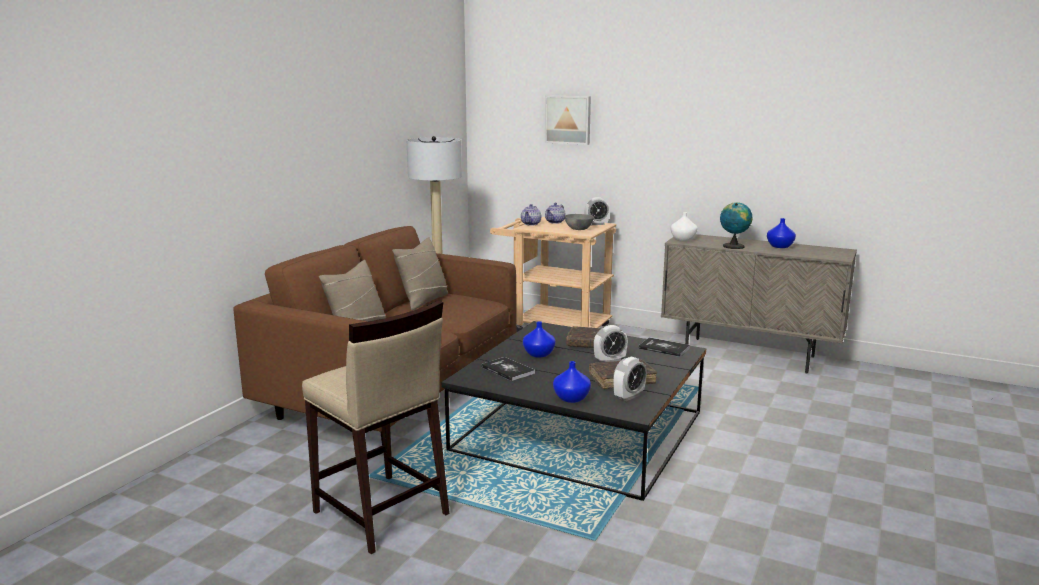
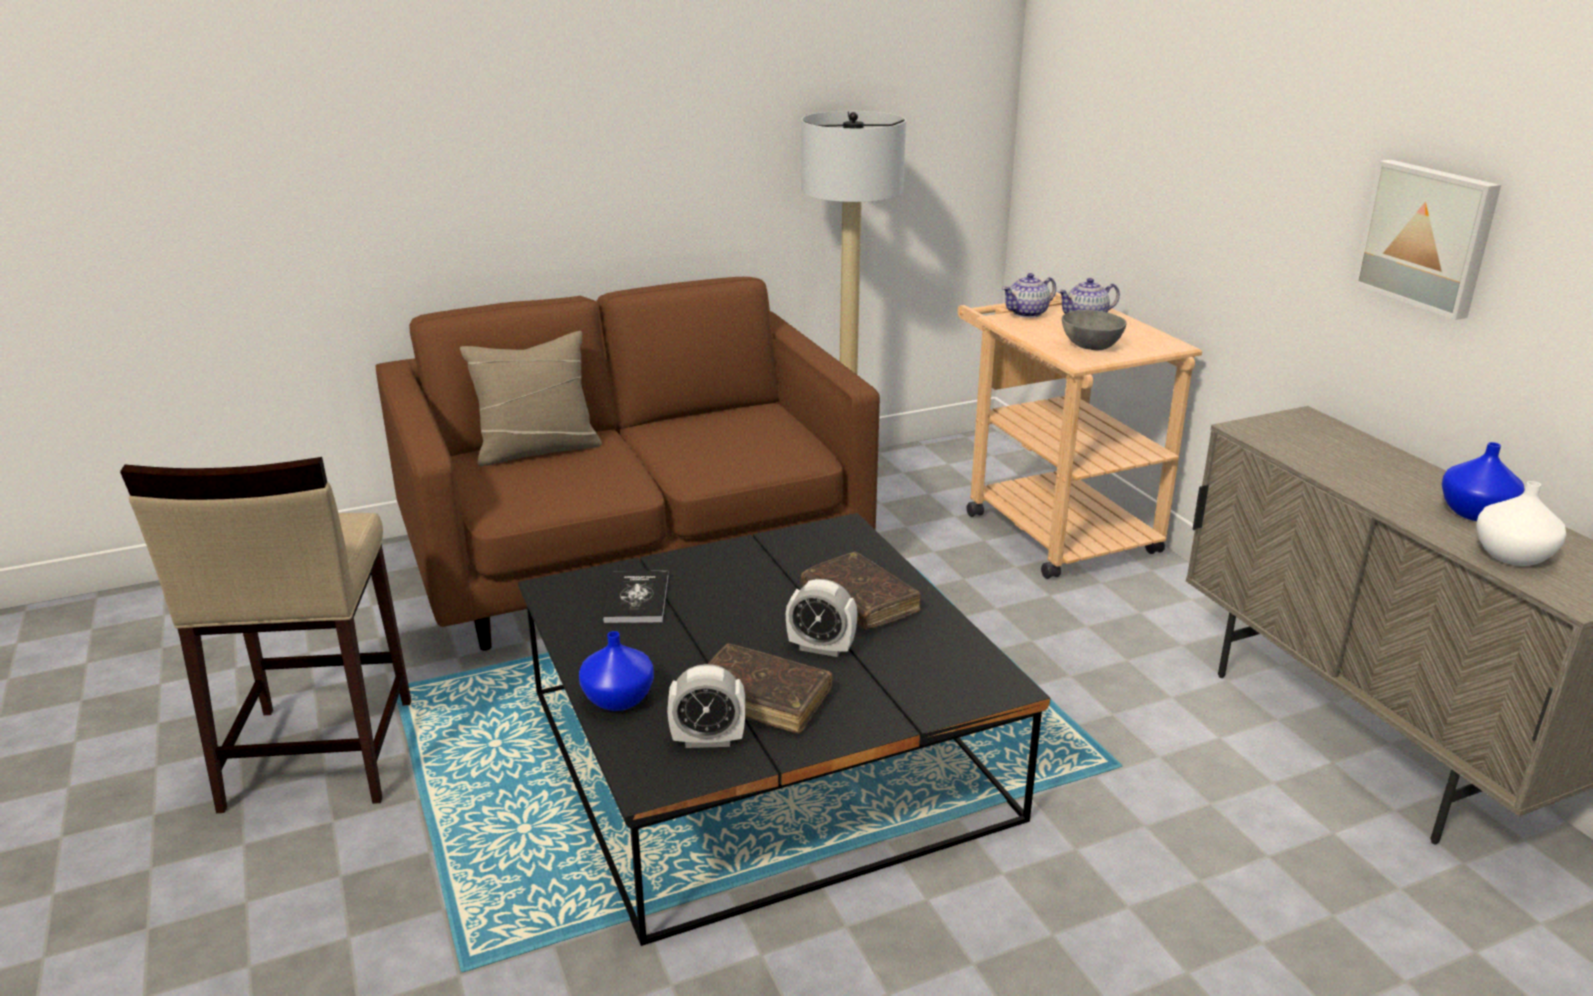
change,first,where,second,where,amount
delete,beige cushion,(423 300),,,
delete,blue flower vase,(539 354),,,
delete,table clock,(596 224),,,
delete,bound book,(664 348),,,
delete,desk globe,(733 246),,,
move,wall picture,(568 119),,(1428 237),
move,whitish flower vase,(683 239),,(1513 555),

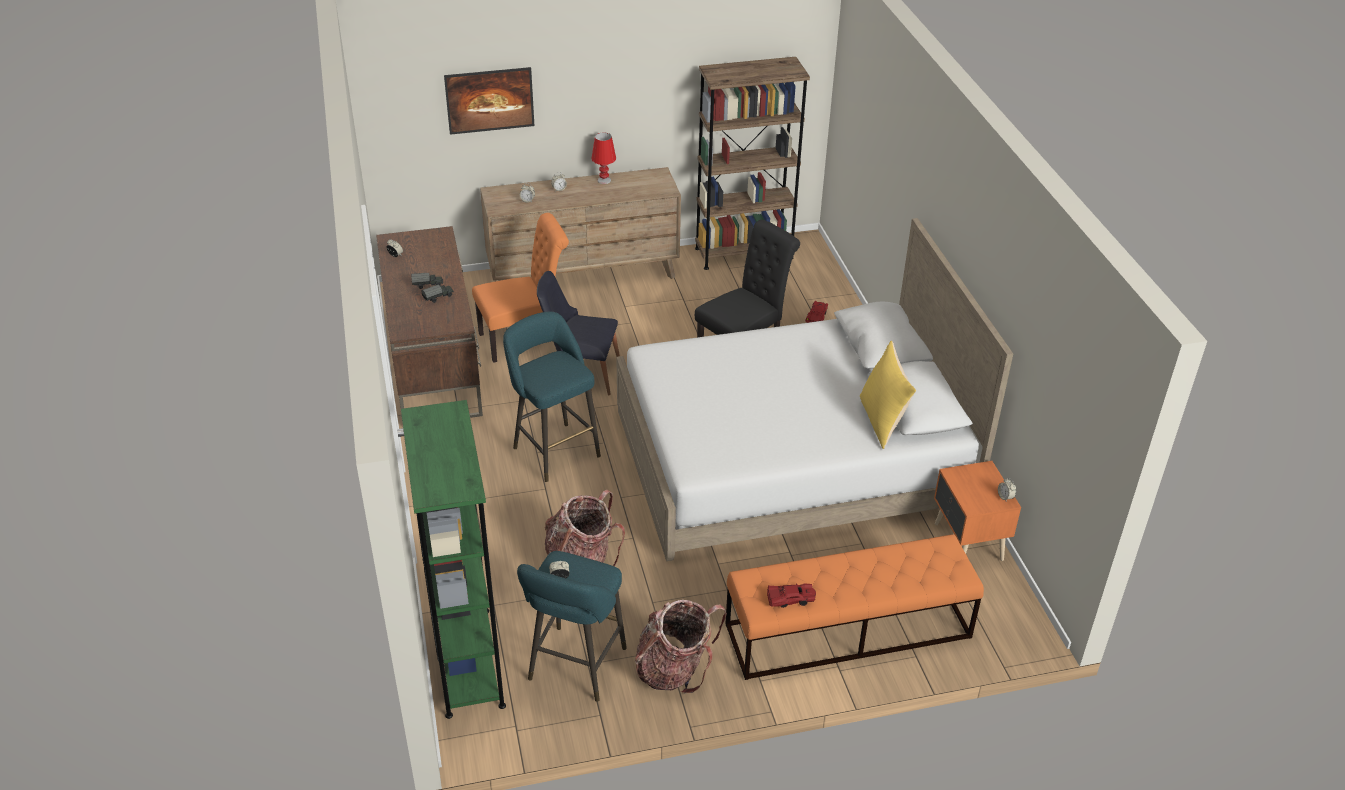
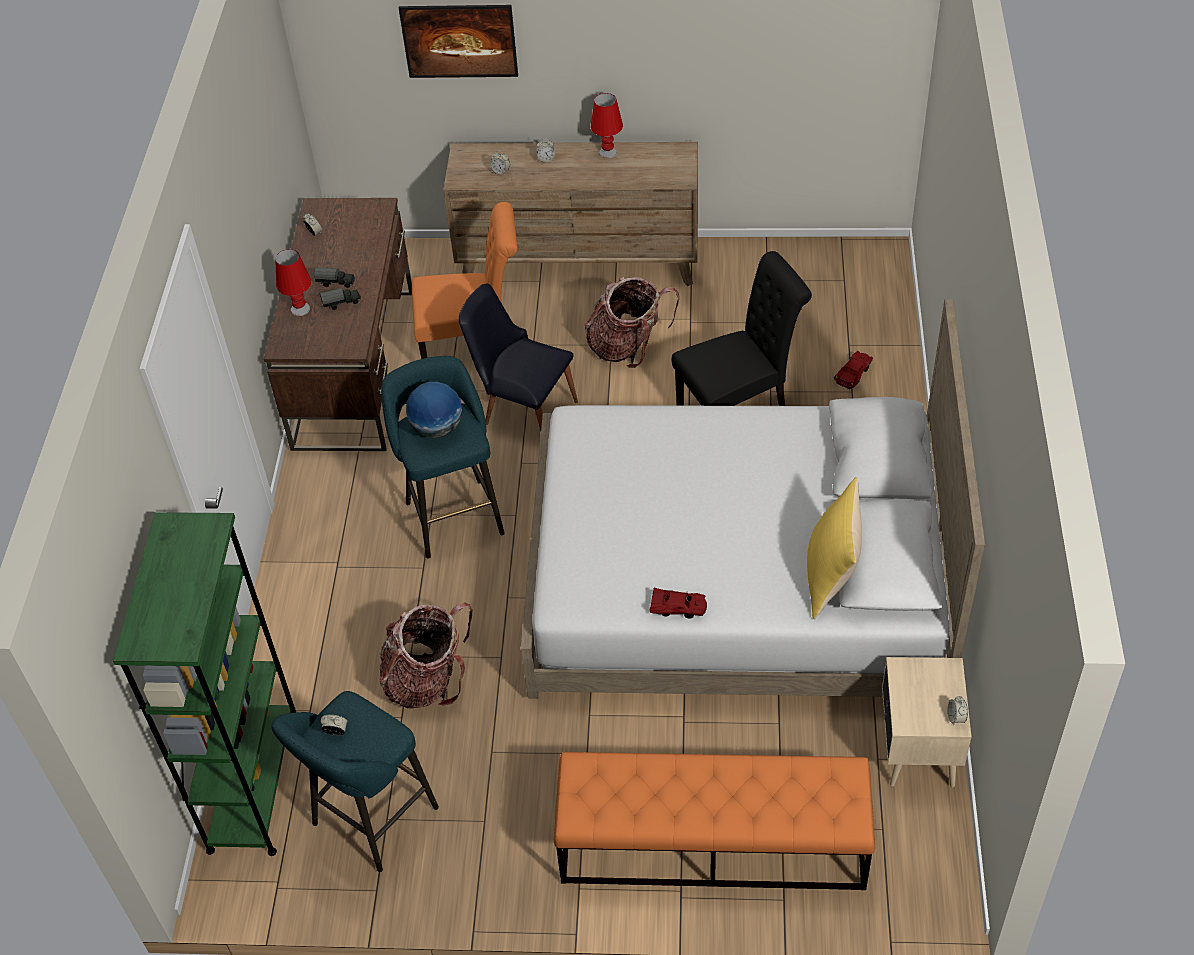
change,first,where,second,where,amount
delete,brown-coloured bookcase,(743 253),,,
insert,,,red table lamp,(300 309),
insert,,,desk globe,(437 428),
move,rucksack,(675 669),,(628 346),
move,red model car,(791 599),,(678 608),
recolor,orangey bedside table,(967 543),beige bedside table,(917 751),

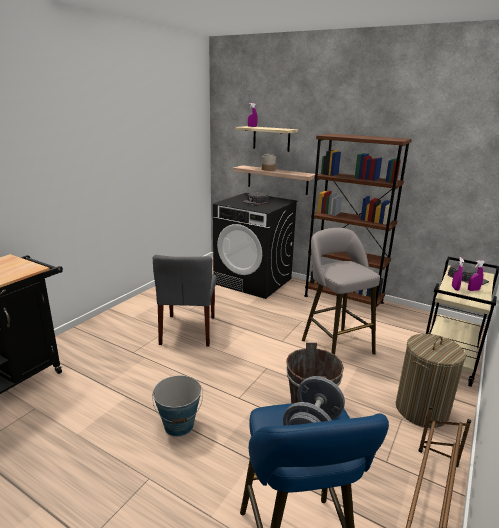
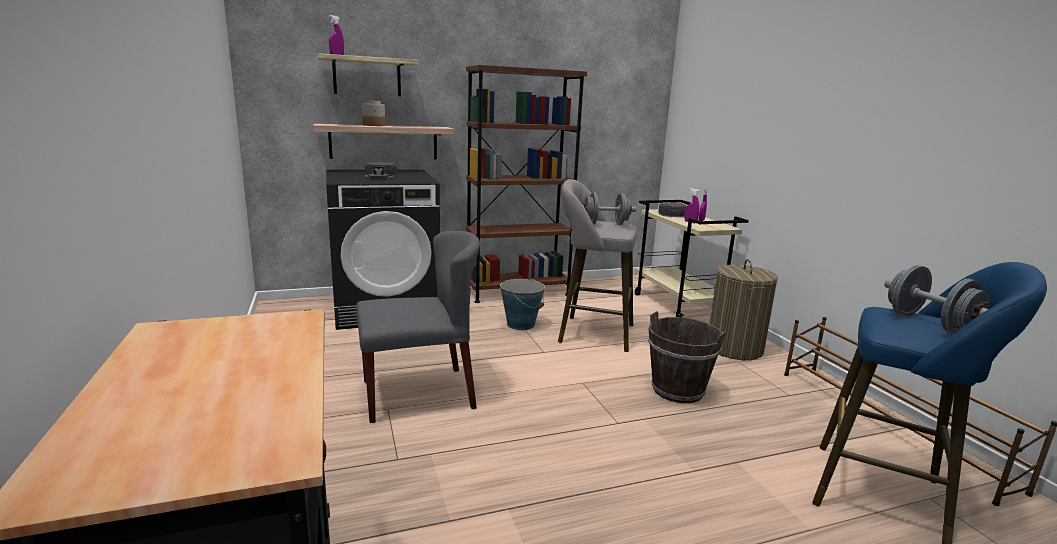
change,first,where,second,where,amount
insert,,,gray dumbbell,(605 224),
move,pail,(179 425),,(521 324),
rotate,gray upright chair,(188 330),,(419 393),60 degrees counterclockwise

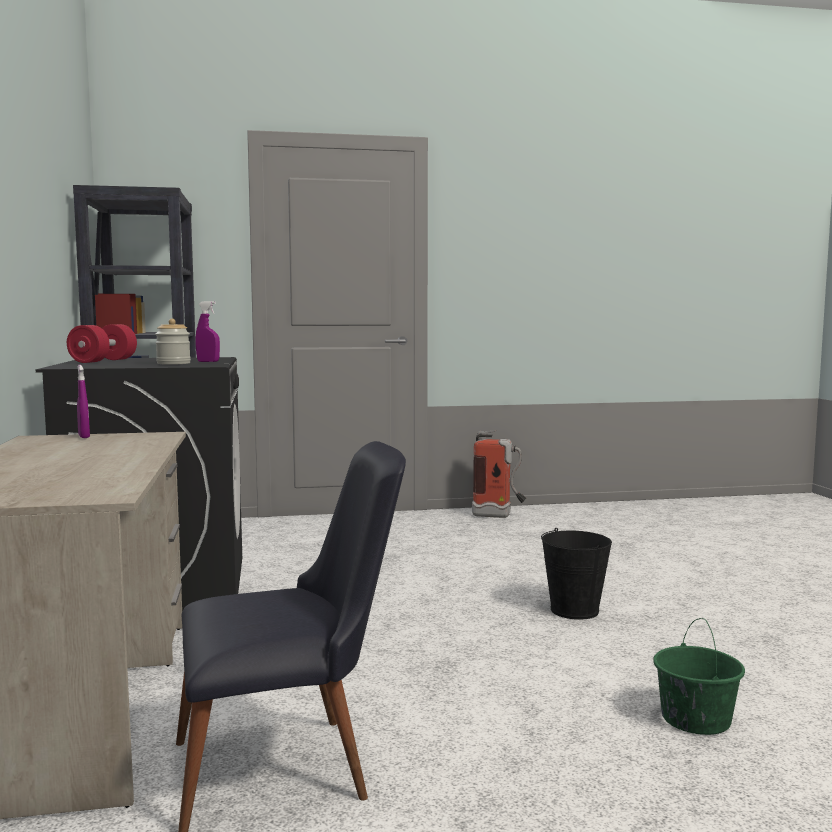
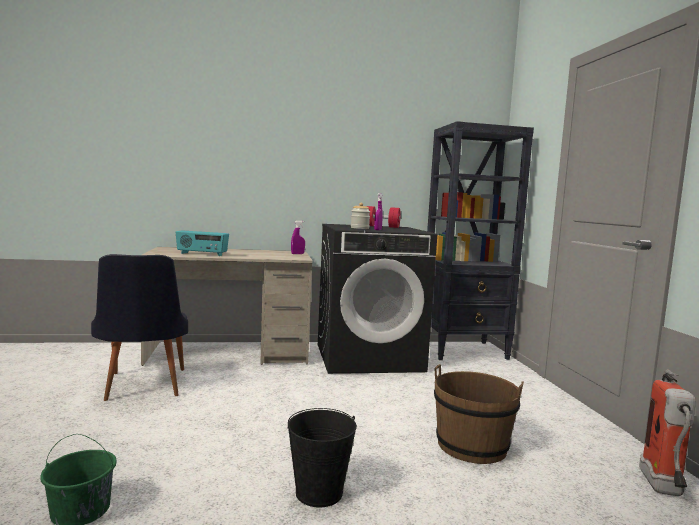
change,first,where,second,where,amount
insert,,,radio receiver,(202 254),
insert,,,brown-coloured pail,(471 446),

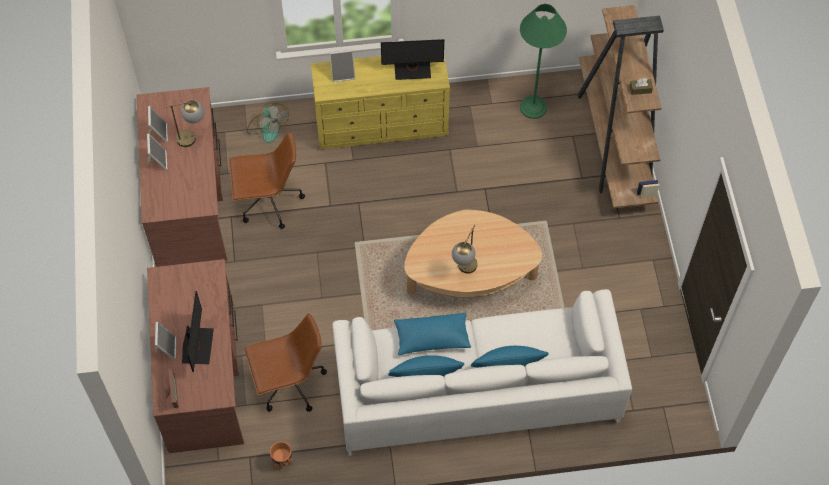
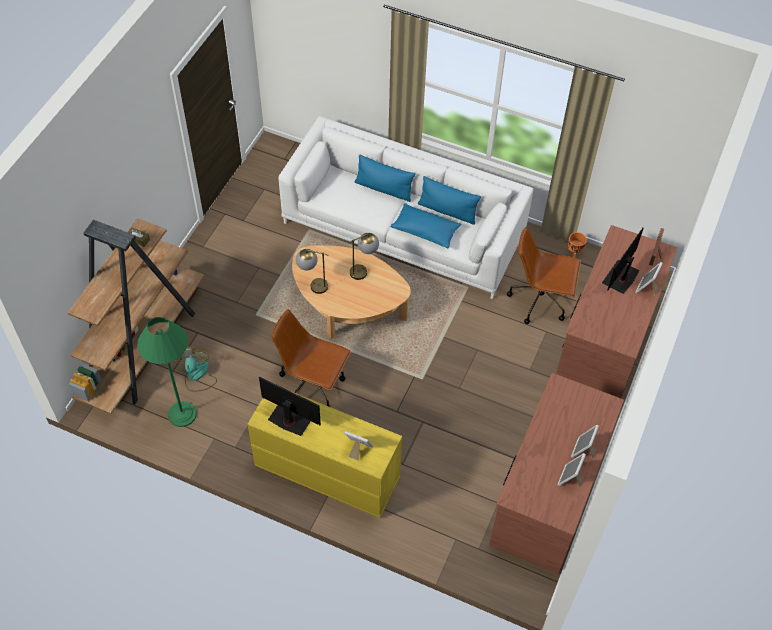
change,first,where,second,where,amount
move,table lamp,(193 137),,(312 285),
move,brown-coloured computer chair,(268 202),,(312 385),
move,electric fan,(267 127),,(197 376),

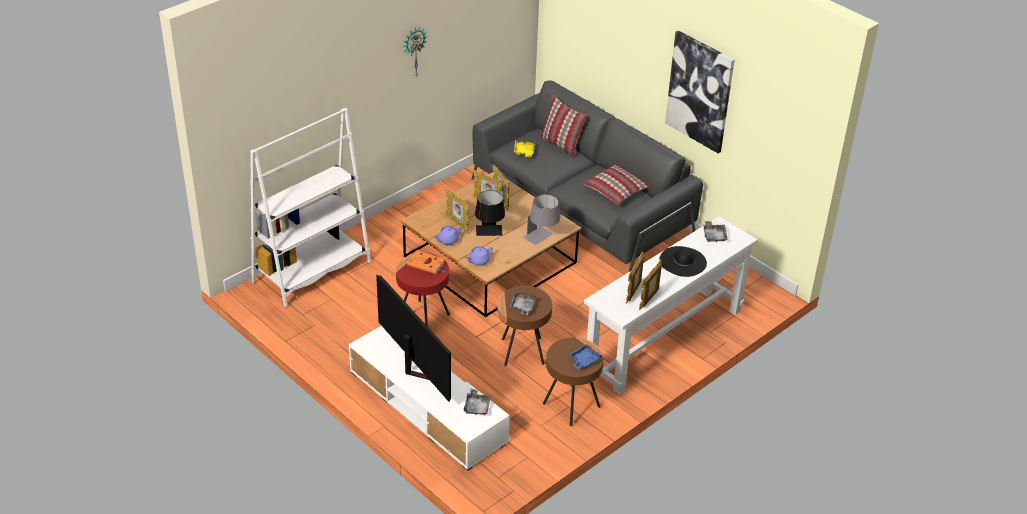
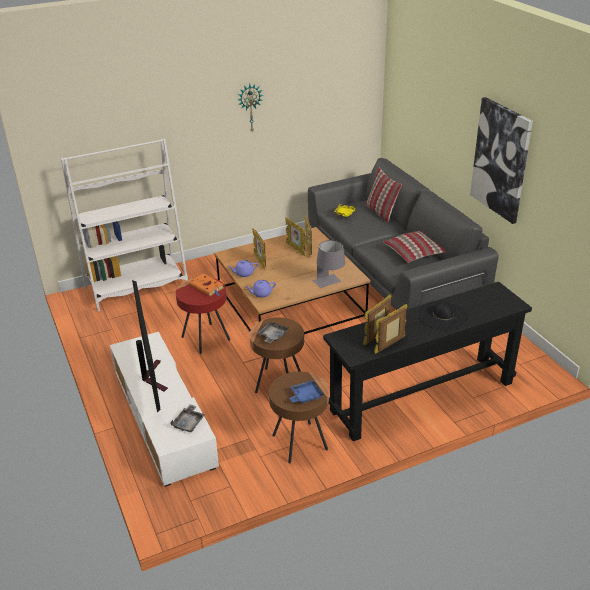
change,first,where,second,where,amount
delete,black table lamp,(489 234),,,
delete,gray tray,(714 235),,,
recolor,whitish console table,(664 339),black console table,(422 396),

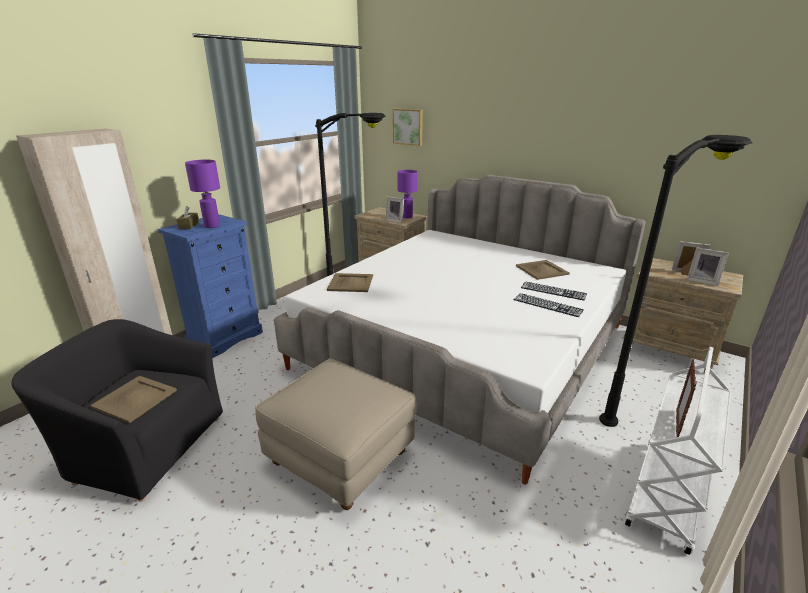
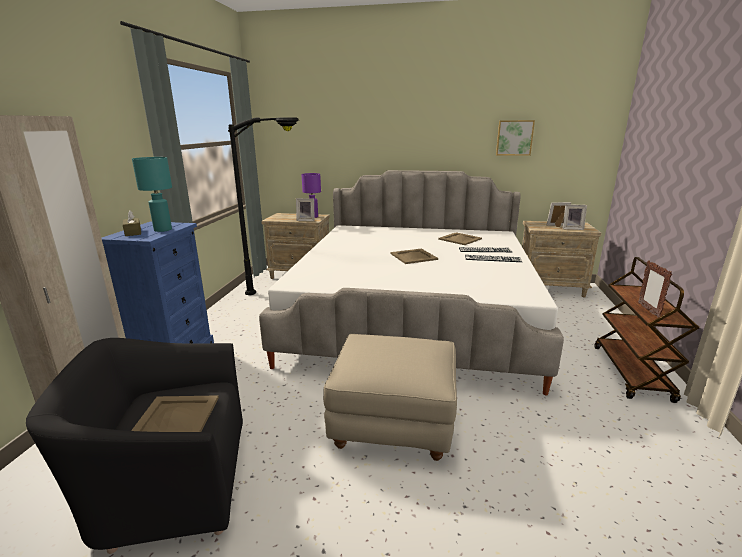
change,first,where,second,where,amount
delete,black standard lamp,(641 402),,,
move,beige tray,(350 283),,(413 256),
move,wall picture,(408 127),,(514 138),
recolor,purple-coloured table lamp,(212 226),blue-green table lamp,(163 230),
recolor,whitish wheeled cart,(666 495),brown-coloured wheeled cart,(632 373),

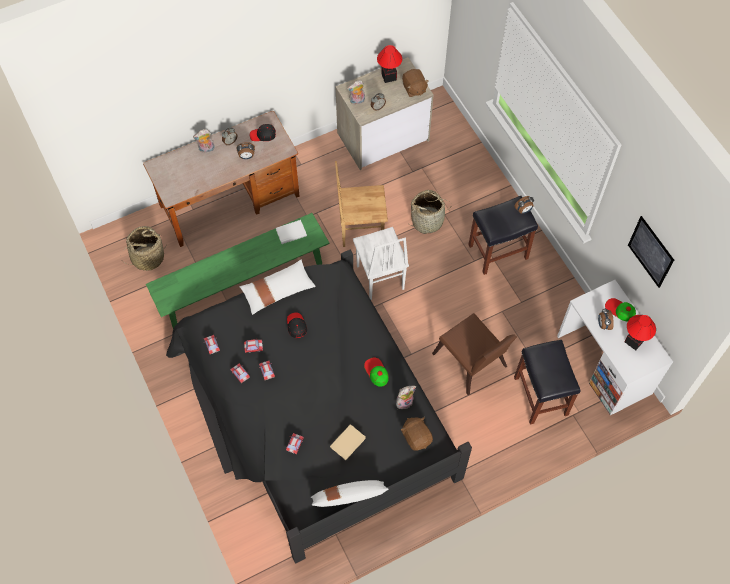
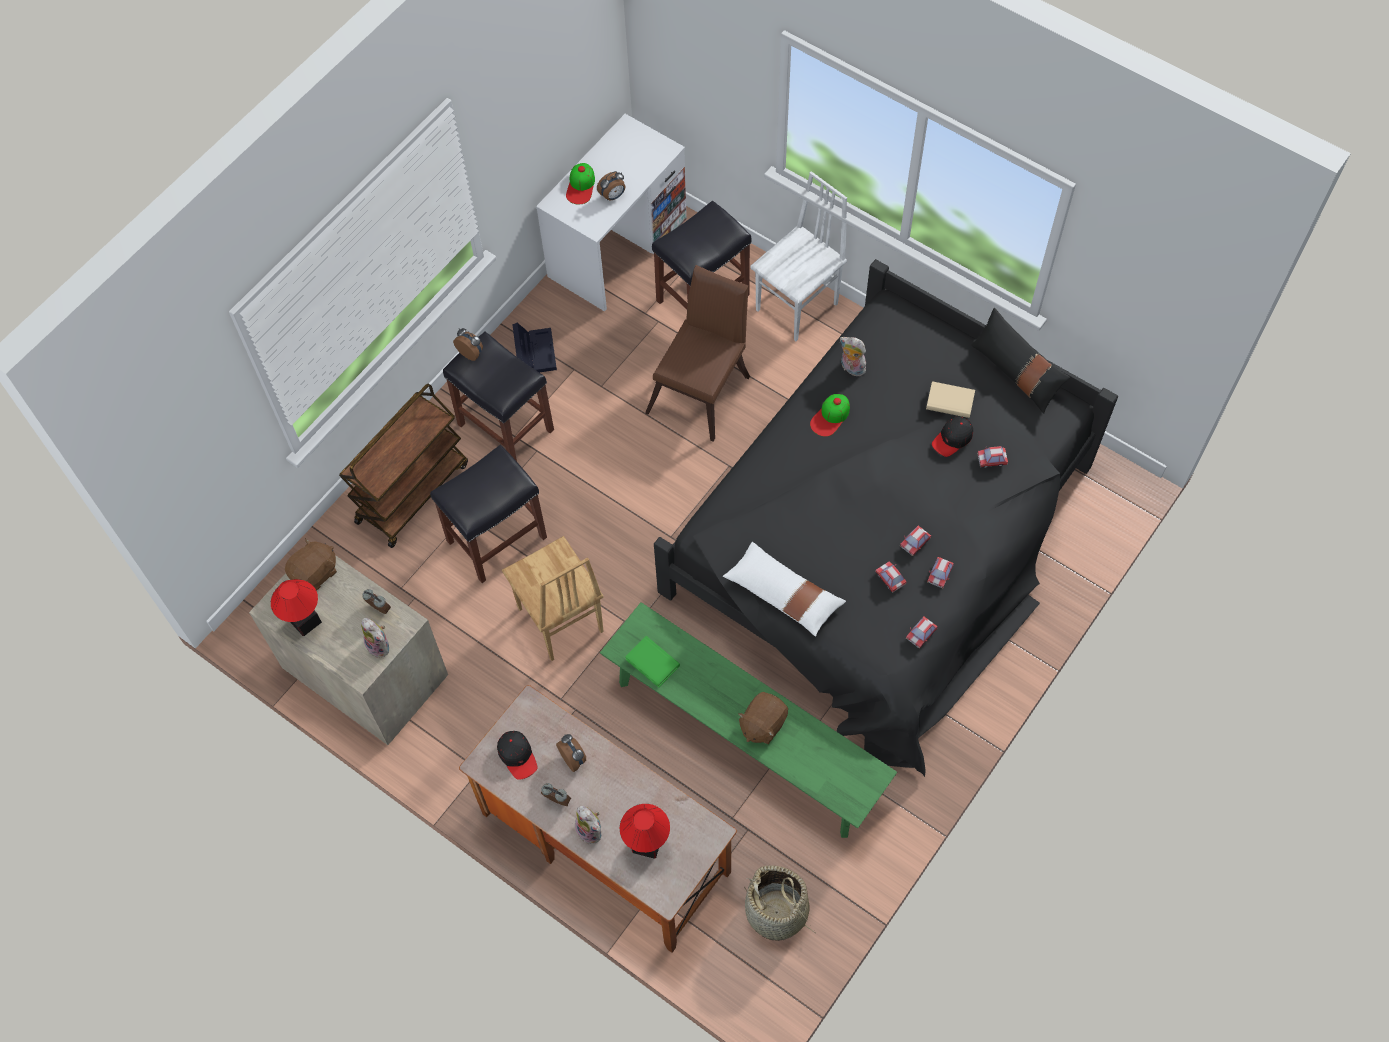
change,first,where,second,where,amount
delete,wall picture,(650 252),,,
insert,,,brown-coloured wheeled cart,(412 492),
insert,,,black storage container,(535 351),
move,black peaked cap,(296 326),,(952 439),
move,whitish upright chair,(379 278),,(798 307),
move,brown-coloured cuddly toy,(416 437),,(762 724),
move,table lamp,(634 341),,(646 844),
replace,household basket,(427 221),black stool,(497 538),
recolor,whitish bound book,(291 233),green bound book,(652 662),
recolor,whitish cushion,(348 497),black cushion,(1016 372),

